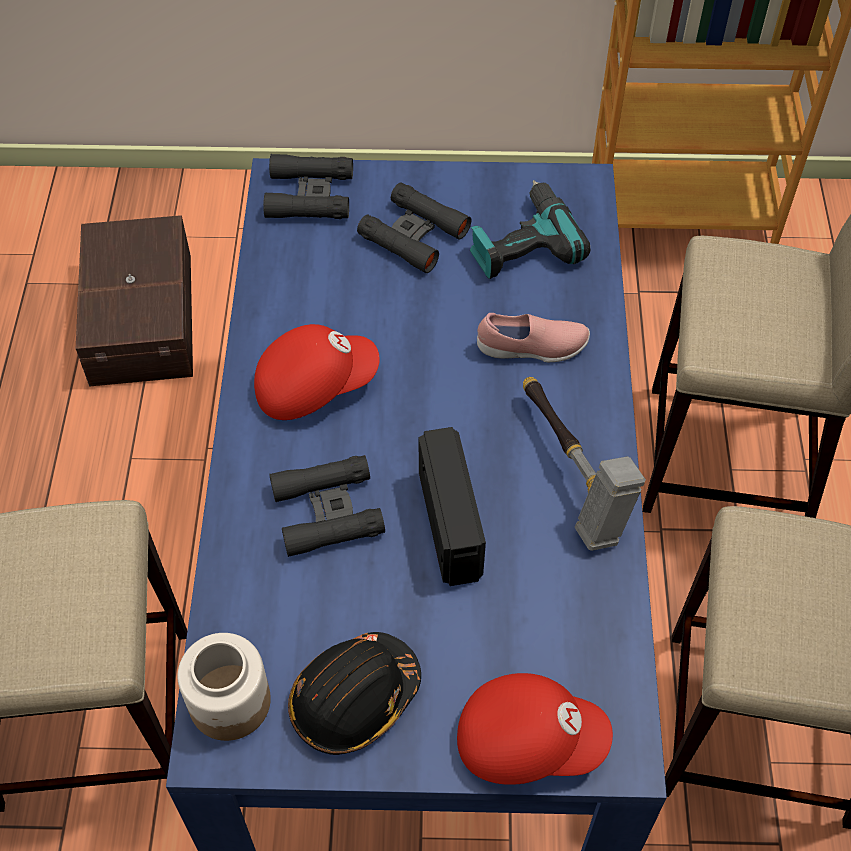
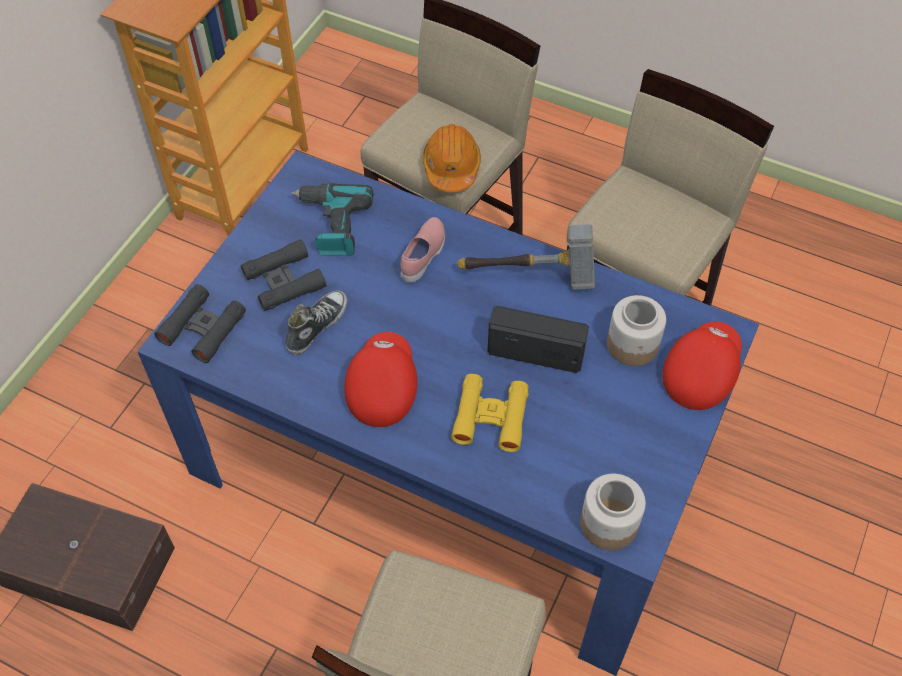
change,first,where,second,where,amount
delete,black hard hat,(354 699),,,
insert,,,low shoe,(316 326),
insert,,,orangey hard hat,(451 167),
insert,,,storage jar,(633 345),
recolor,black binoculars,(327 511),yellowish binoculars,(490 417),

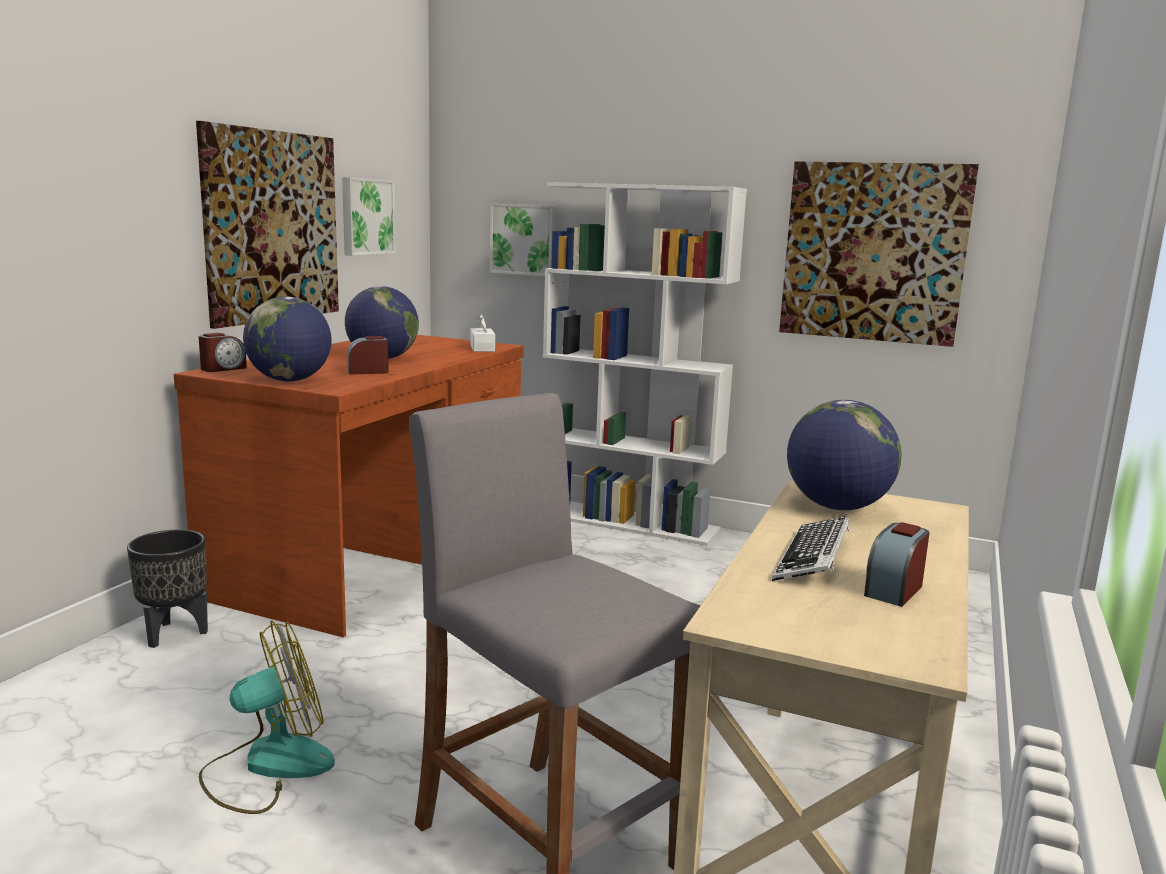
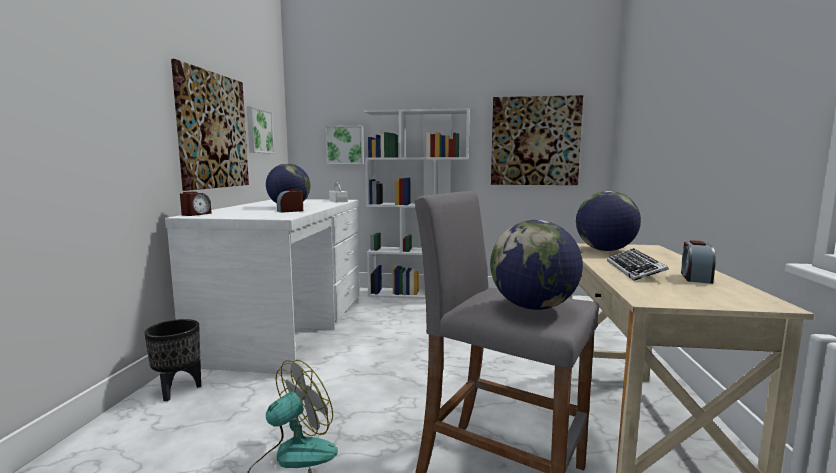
change,first,where,second,where,amount
move,desk globe,(290 380),,(533 307),
recolor,brown-coloured desk,(377 556),whitish desk,(288 328),

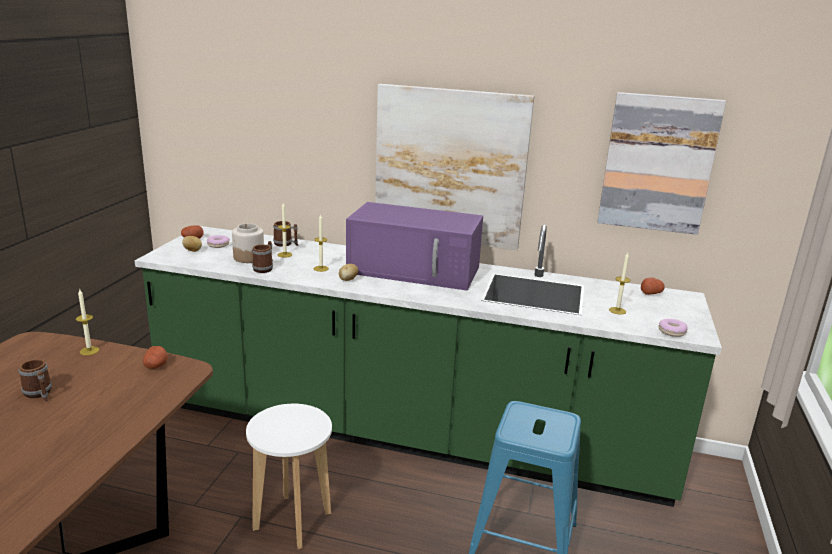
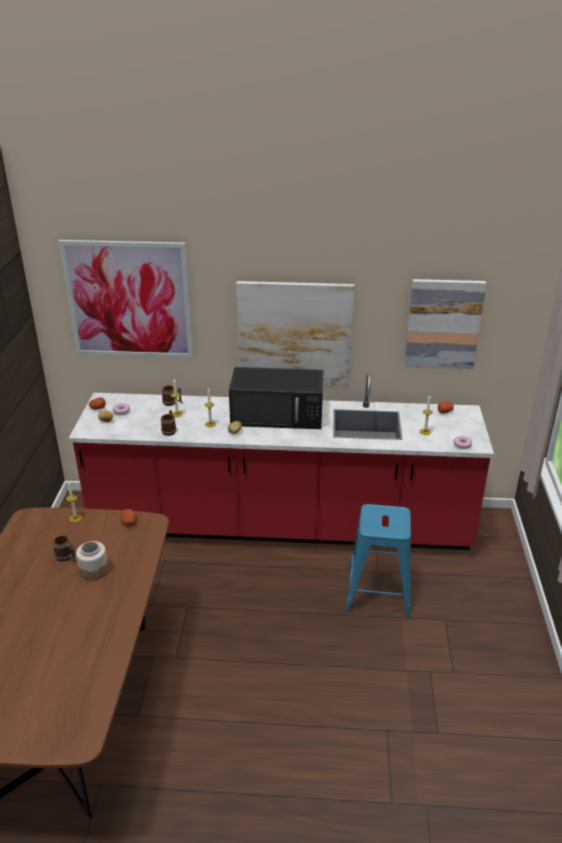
change,first,where,second,where,amount
delete,whitish stool,(292 521),,,
insert,,,wall picture,(128 300),
move,storage jar,(249 257),,(94 570),
recolor,green counter,(408 434),red counter,(281 527),
recolor,purple-coloured microwave,(416 270),black microwave,(278 415),

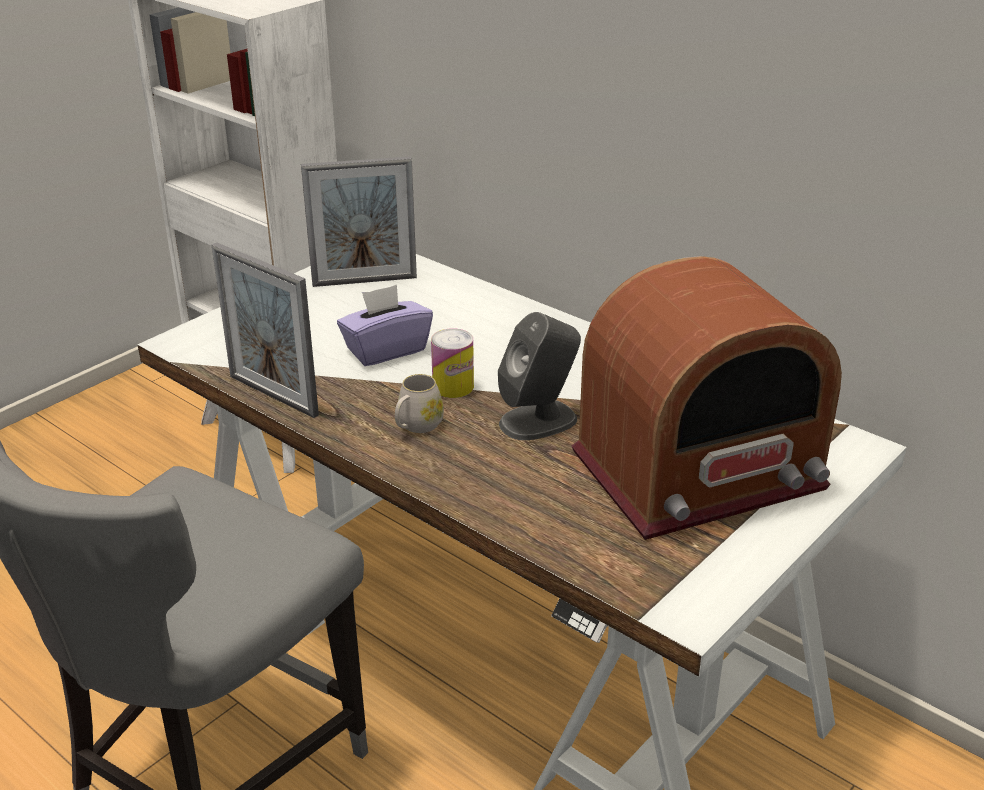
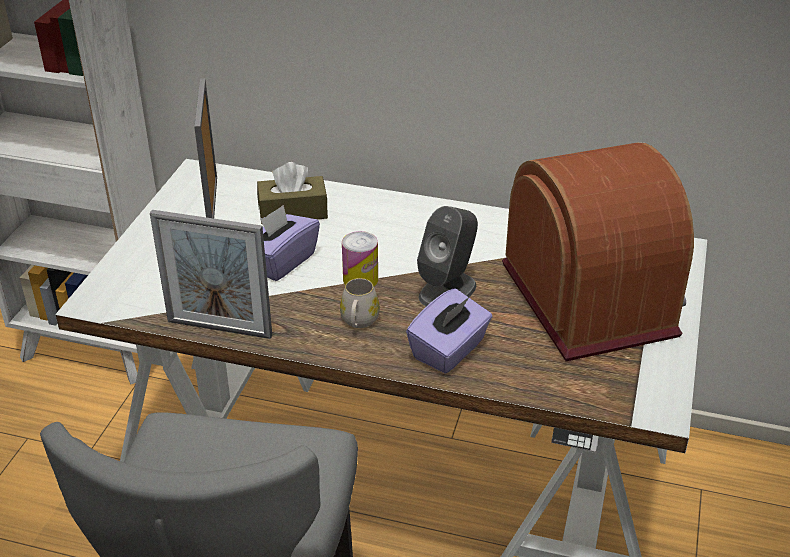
change,first,where,second,where,amount
insert,,,brown-coloured tissue holder,(293 212),
insert,,,purple-coloured tissue holder,(449 350),
rotate,picture frame,(364 281),,(212 202),120 degrees clockwise
rotate,radio receiver,(698 471),,(589 299),60 degrees counterclockwise

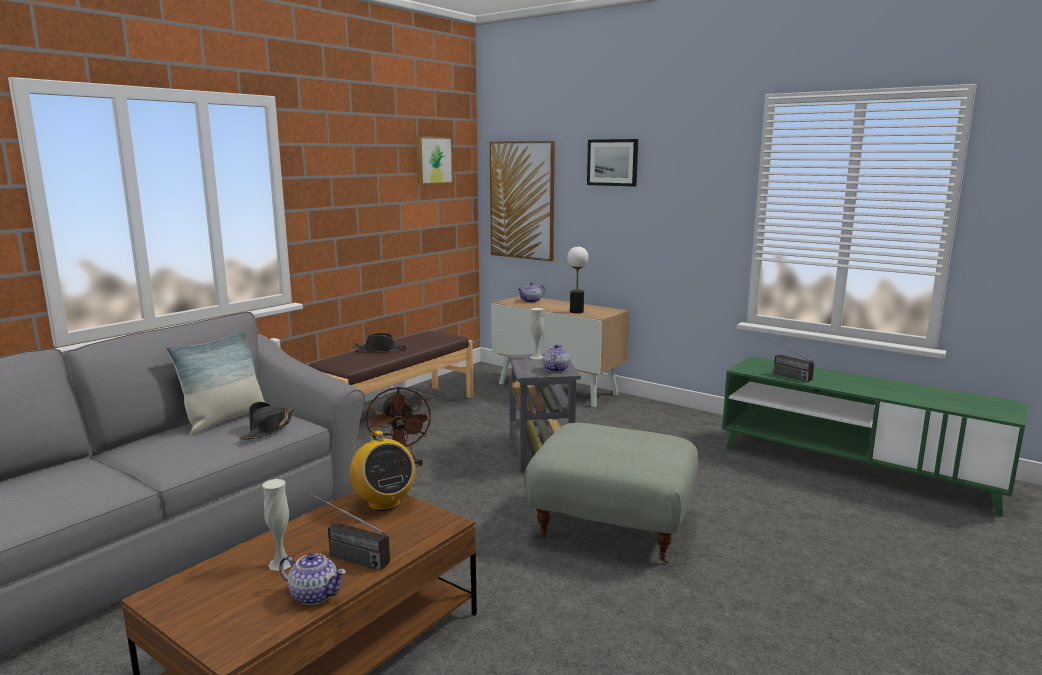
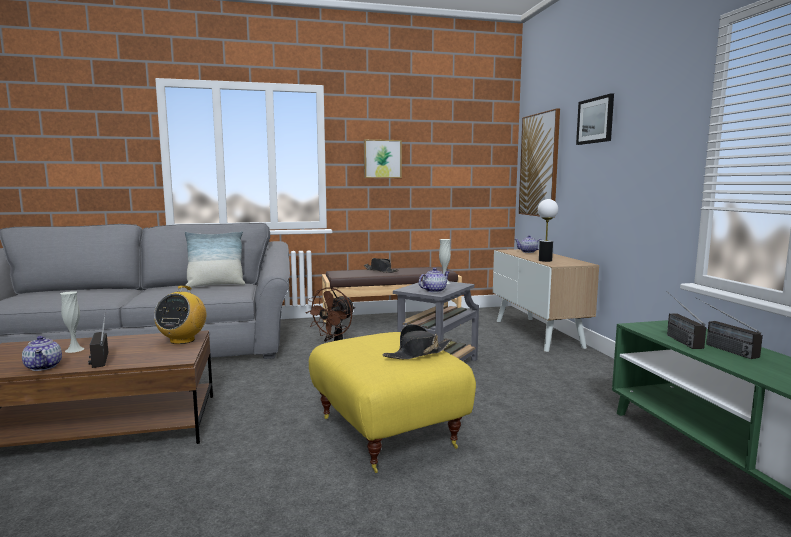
change,first,where,second,where,amount
insert,,,radio receiver,(718 347),
move,black wearable hat,(269 429),,(418 353),
move,wall picture,(433 160),,(382 159),
recolor,gray pouffe,(613 526),yellowish pouffe,(389 431),

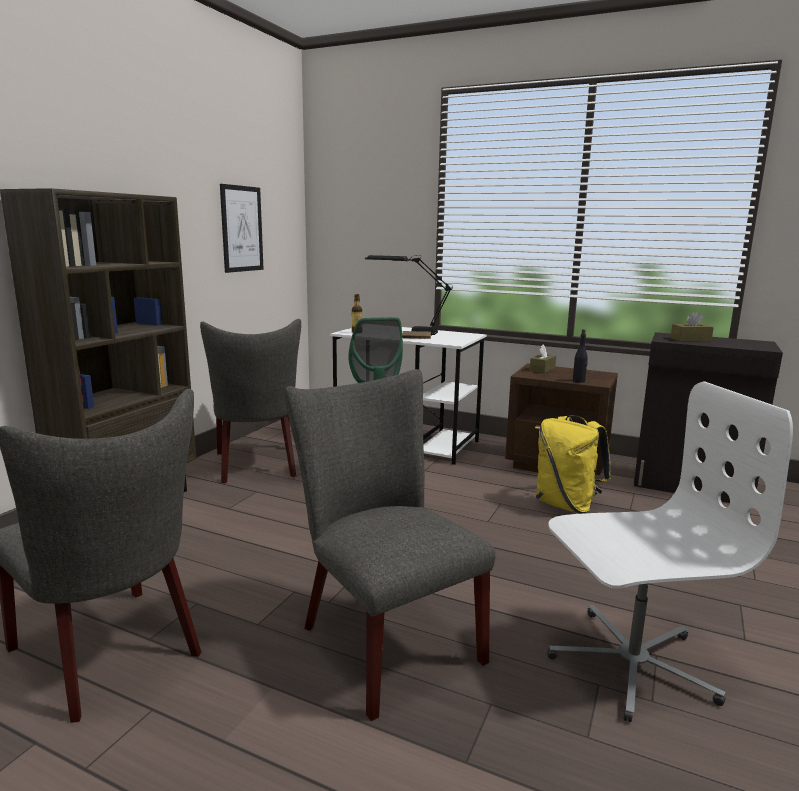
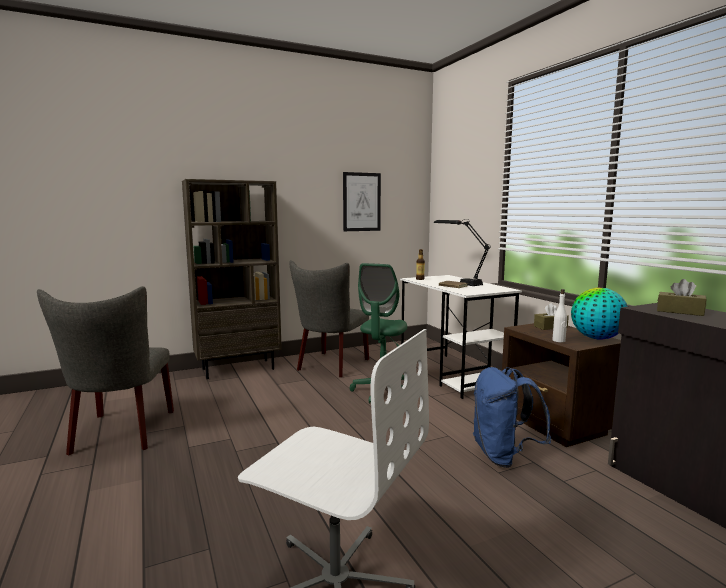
change,first,where,second,where,amount
delete,gray upright chair,(382 638),,,
insert,,,desk globe,(596 338),
recolor,yellowish rucksack,(567 505),blue rucksack,(504 456),
recolor,black drink bottle,(579 381),whitish drink bottle,(559 340),

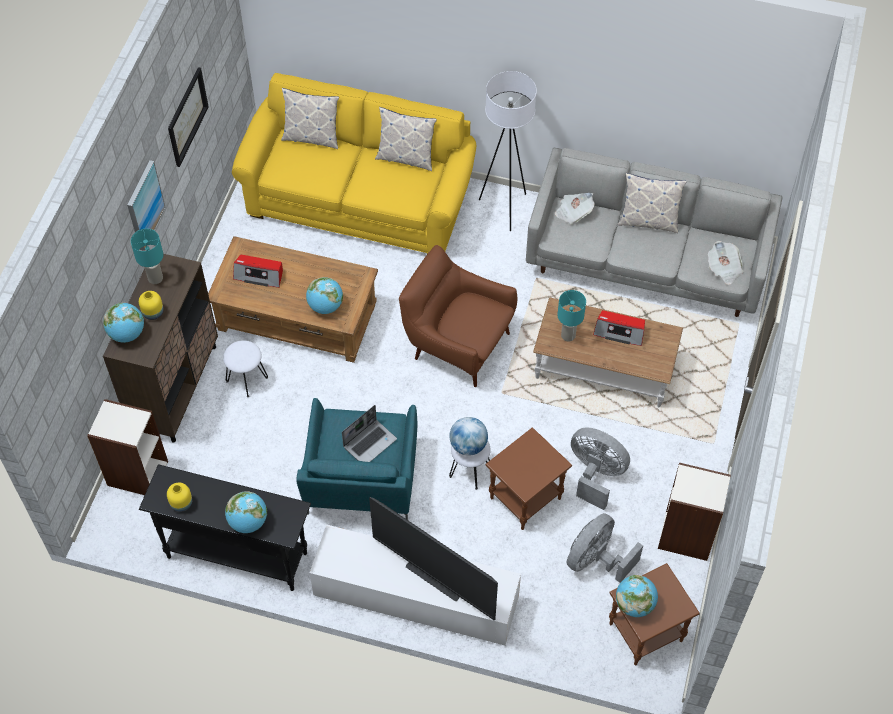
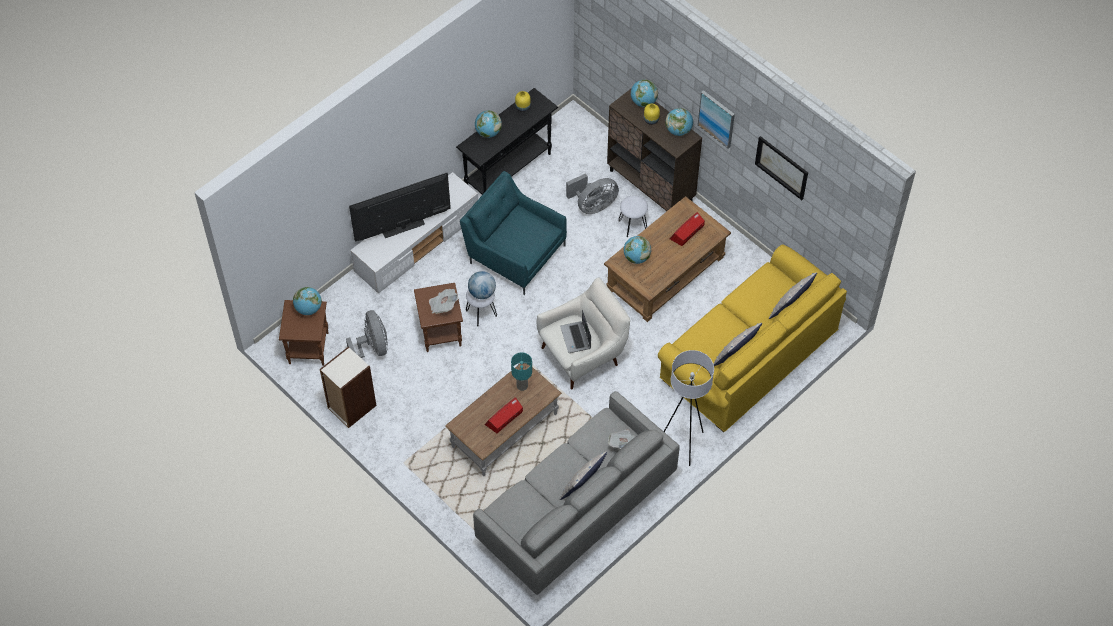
change,first,where,second,where,amount
delete,bookcase,(137 473),,,
move,laptop,(370 442),,(576 338),
move,gray electric fan,(595 474),,(593 205),
move,newspaper,(724 269),,(443 305),
replace,blue-green table lamp,(155 278),desk globe,(678 130),
recolor,brown-coloured armchair,(457 344),whitish armchair,(583 354),

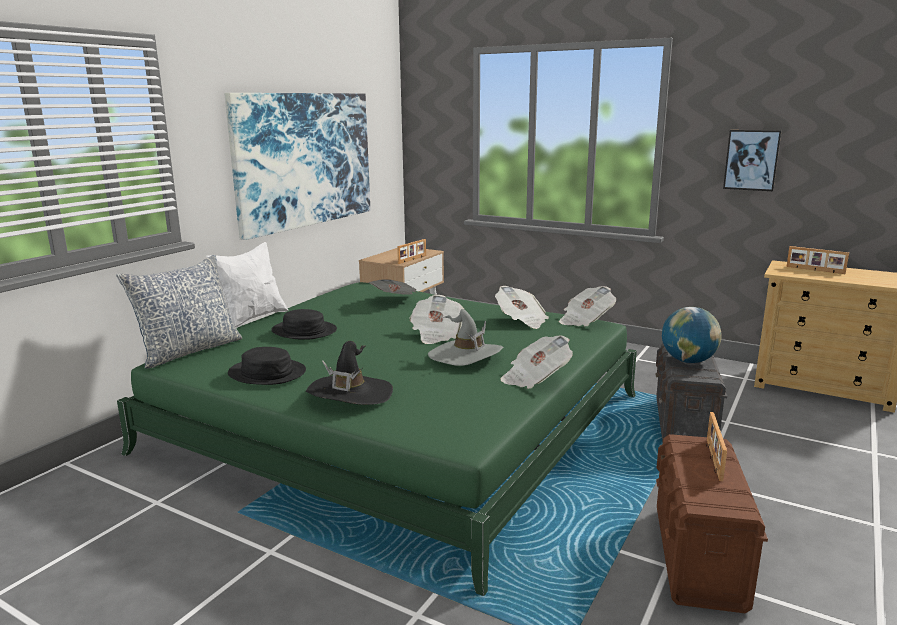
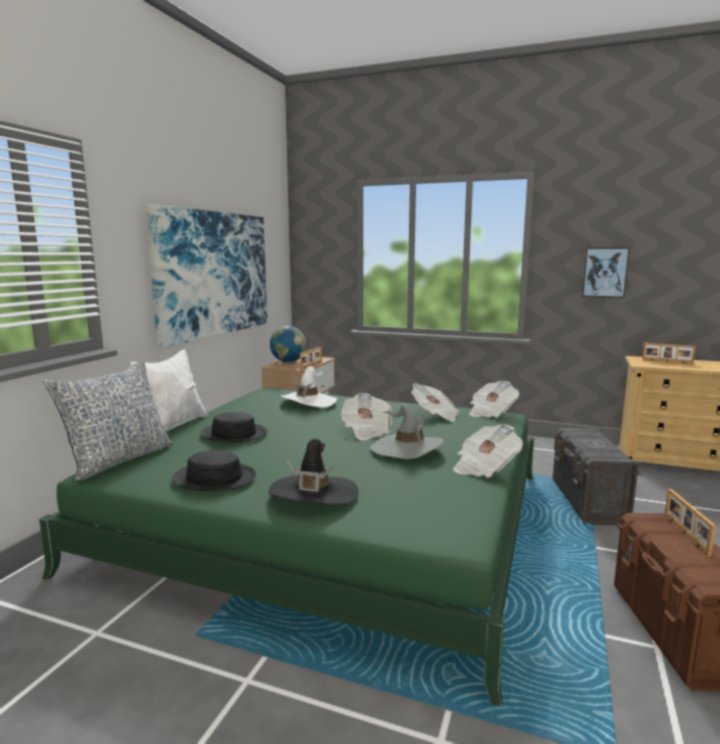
change,first,where,second,where,amount
move,desk globe,(688 361),,(288 361),
replace,newspaper,(395 300),whitish wearable hat,(309 402),

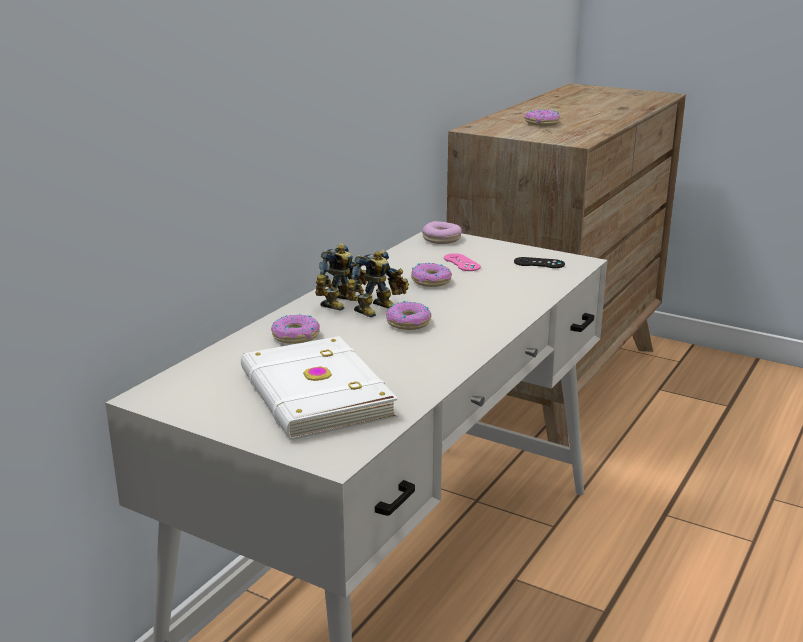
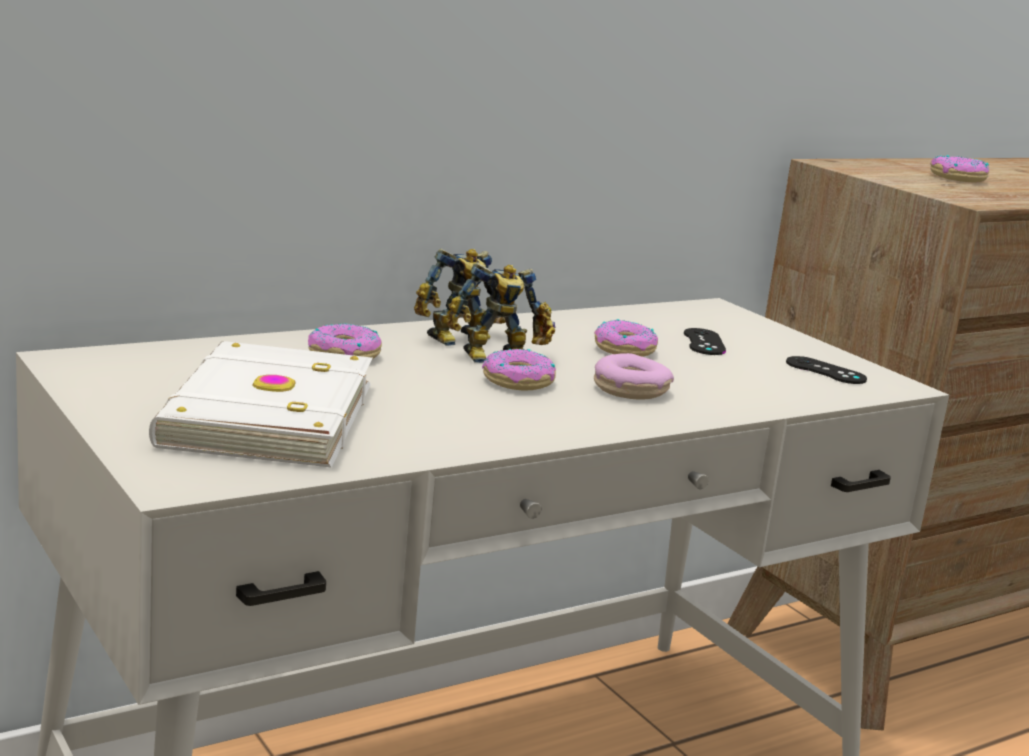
change,first,where,second,where,amount
move,doughnut,(442 239),,(631 390),
recolor,pinkish joypad,(461 263),black joypad,(704 342),

